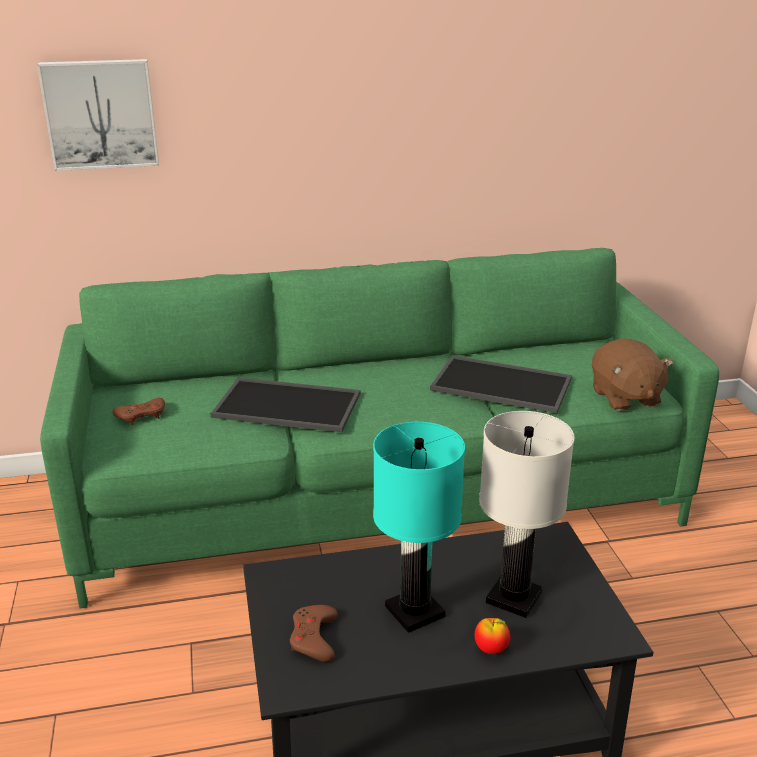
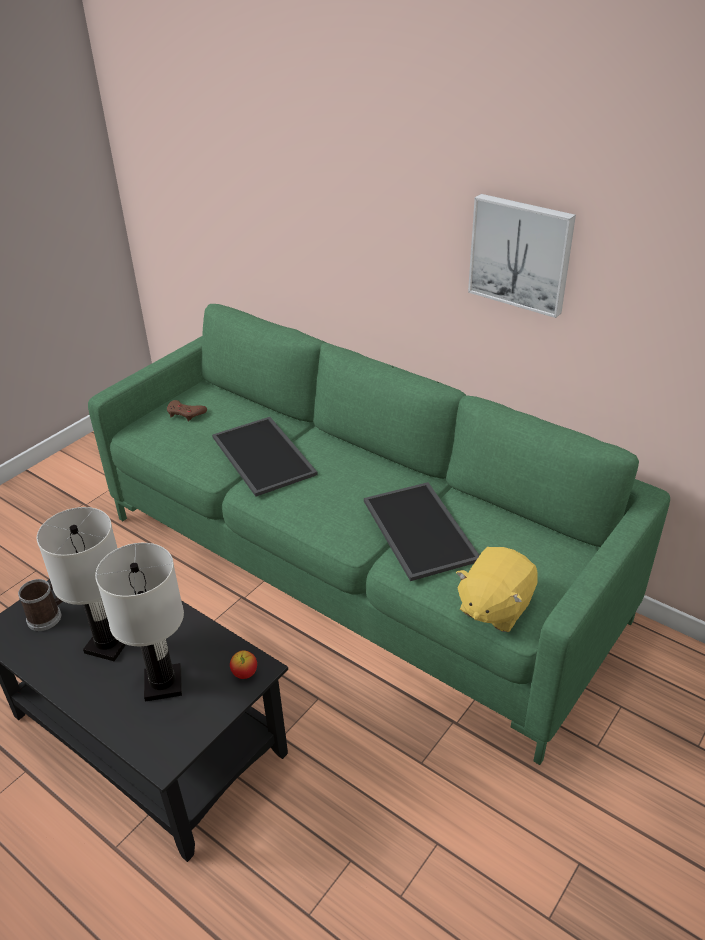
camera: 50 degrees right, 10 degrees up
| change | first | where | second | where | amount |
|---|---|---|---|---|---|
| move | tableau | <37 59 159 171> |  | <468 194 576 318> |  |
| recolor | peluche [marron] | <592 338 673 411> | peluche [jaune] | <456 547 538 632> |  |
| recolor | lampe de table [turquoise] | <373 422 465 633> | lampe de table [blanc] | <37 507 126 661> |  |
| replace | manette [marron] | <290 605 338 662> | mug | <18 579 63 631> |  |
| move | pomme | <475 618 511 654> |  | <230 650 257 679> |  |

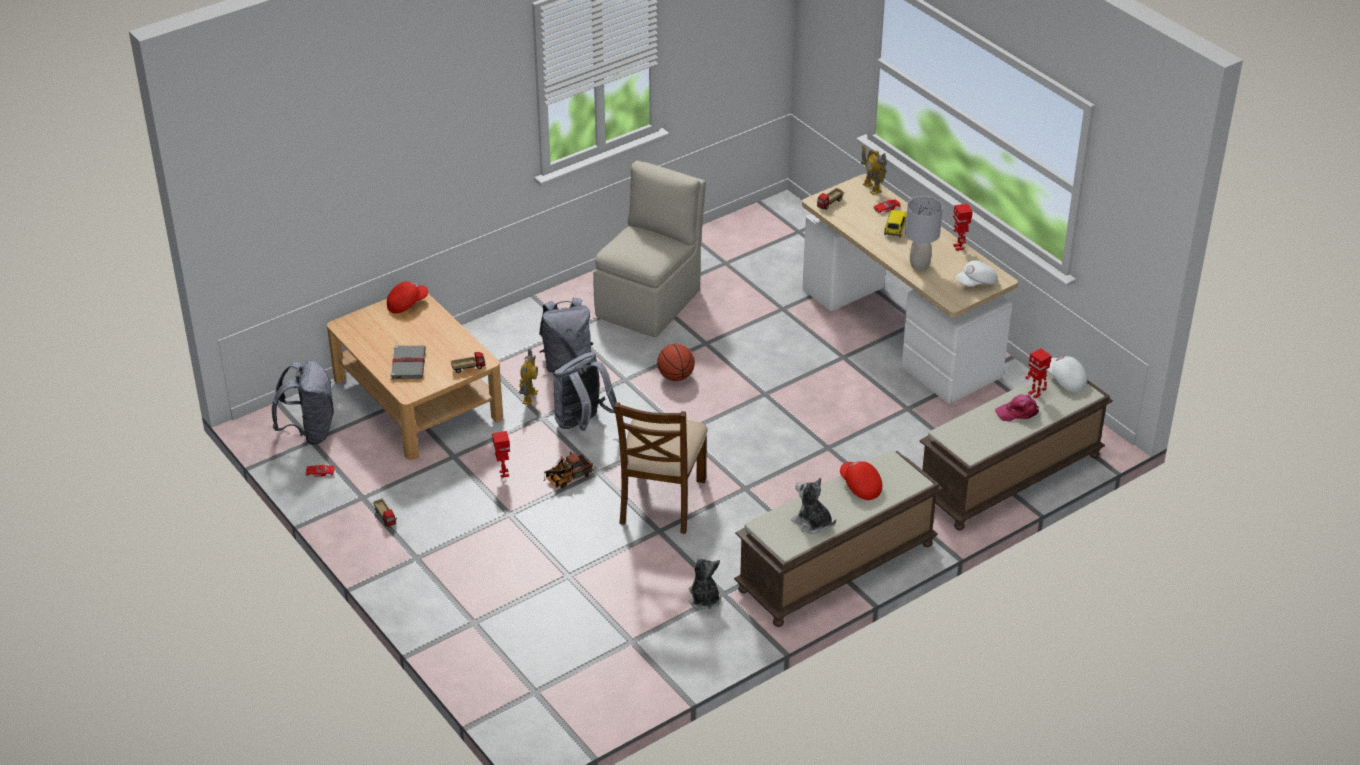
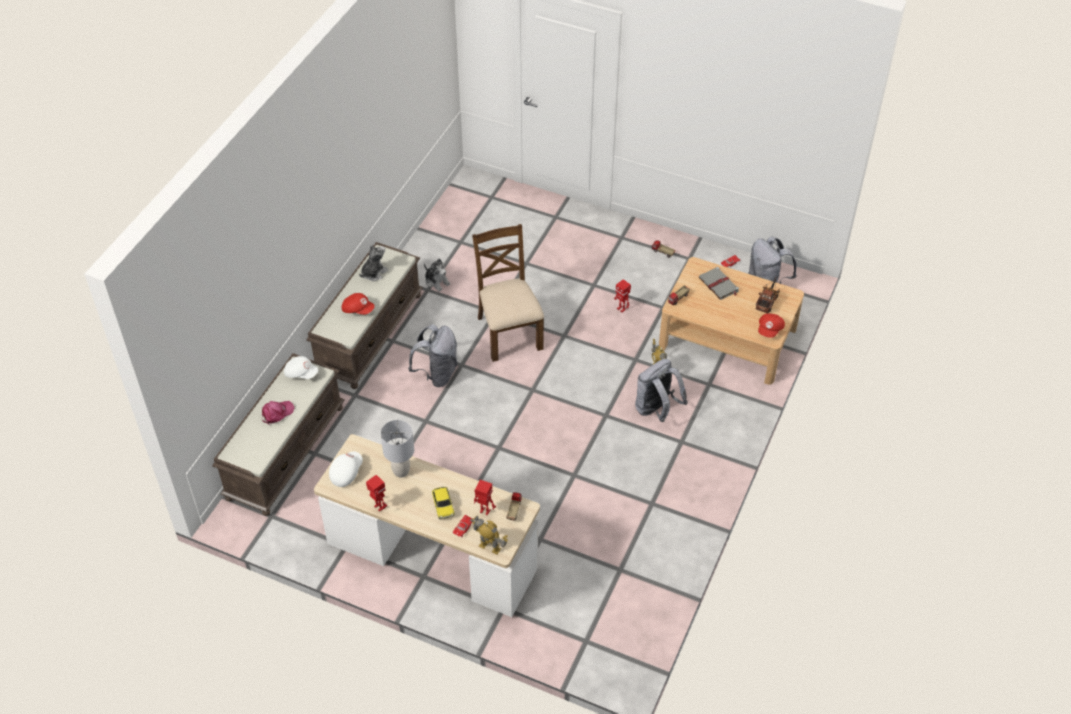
camera: 150 degrees right, 10 degrees up
| change | first | where | second | where | amount |
|---|---|---|---|---|---|
| delete | chaise [beige] | <594 161 706 337> |  |  |  |
| delete | ballon de basket | <657 344 695 381> |  |  |  |
| move | robot jouet | <1025 348 1051 399> |  | <474 480 496 515> |  |
| move | sac à dos [gris] | <553 352 617 431> |  | <408 324 458 387> |  |
| move | casquette [blanc] | <1047 356 1087 392> |  | <284 356 318 379> |  |
| move | camion jouet | <544 452 593 488> |  | <756 278 780 313> |  |
| rotate | peluche | <791 478 836 534> |  | <359 244 388 281> | 60 degrees counterclockwise |

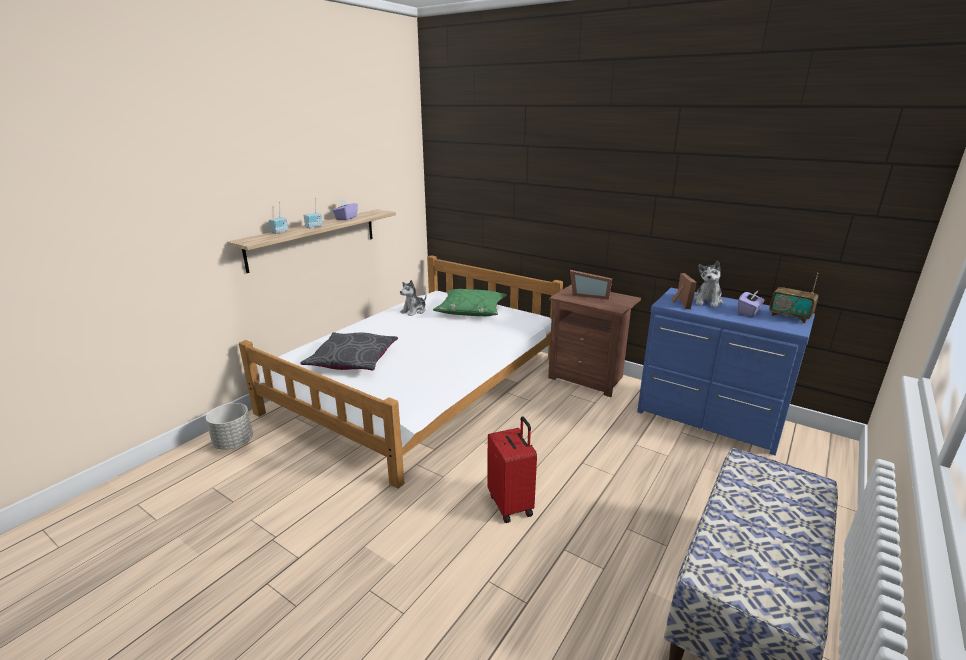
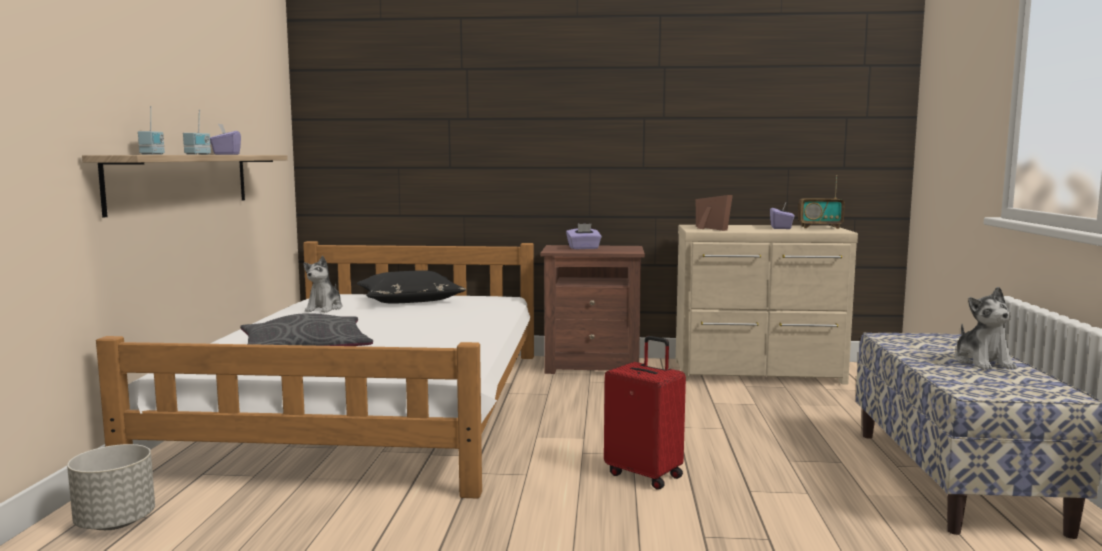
camera: 30 degrees left, 15 degrees down
| change | first | where | second | where | amount |
|---|---|---|---|---|---|
| move | peluche | <693 261 723 308> |  | <955 287 1017 370> |  |
| replace | cadre photo | <570 270 612 300> | boîte à mouchoirs [violet] | <566 224 602 249> |  |
| recolor | commode [bleu] | <637 288 815 456> | commode [beige] | <676 225 858 384> |  |
| recolor | coussin [vert] | <433 289 506 316> | coussin [noir] | <357 270 466 304> |  |

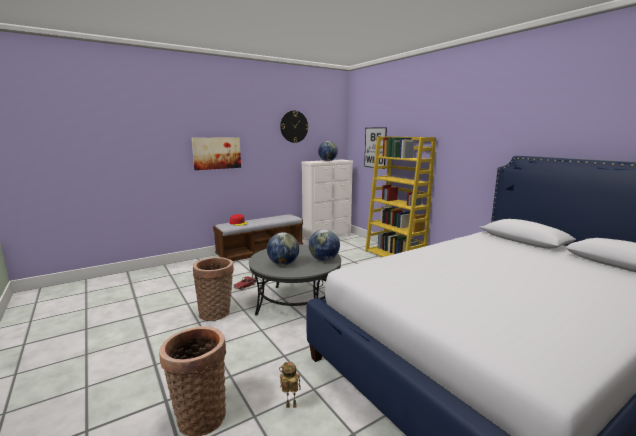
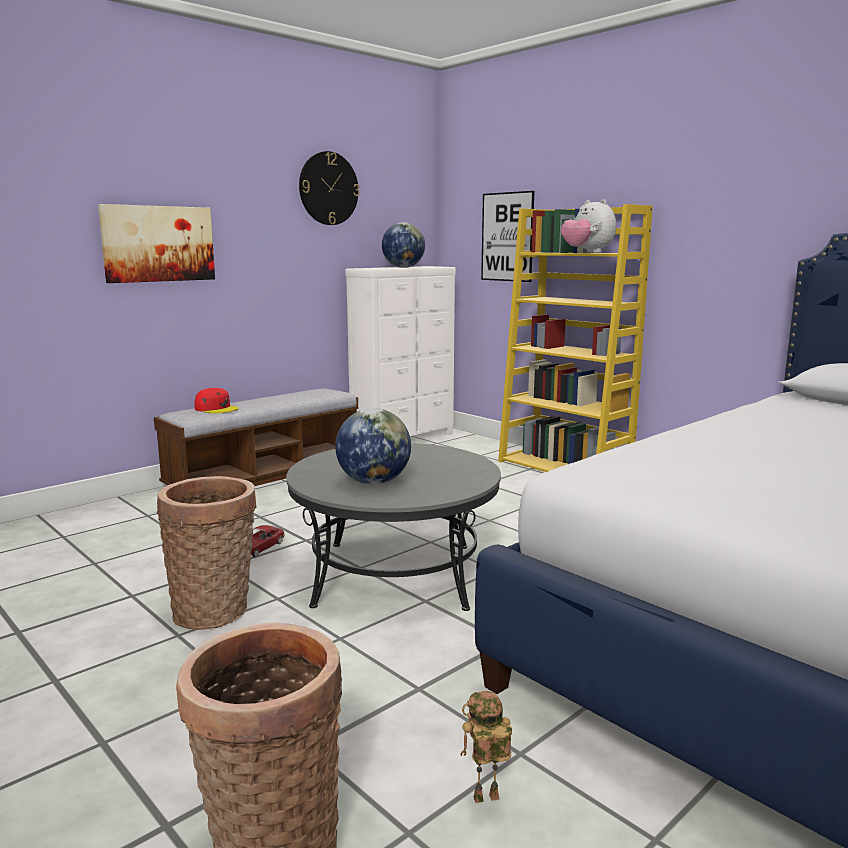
camera: 10 degrees left, 0 degrees up
| change | first | where | second | where | amount |
|---|---|---|---|---|---|
| delete | globe | <309 229 340 261> |  |  |  |
| insert |  |  | peluche | <561 199 616 253> |  |

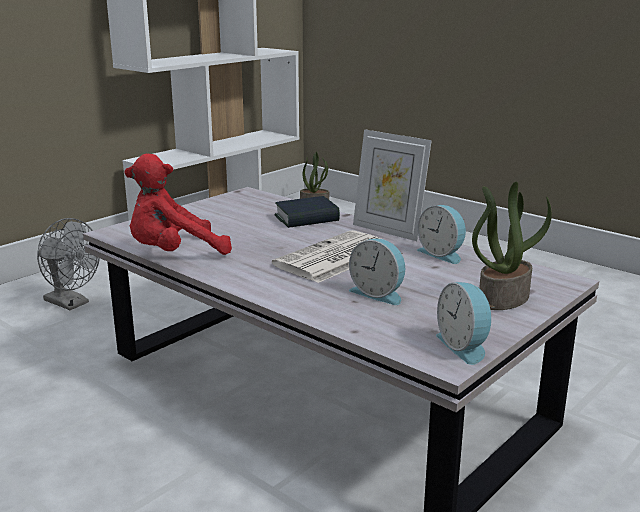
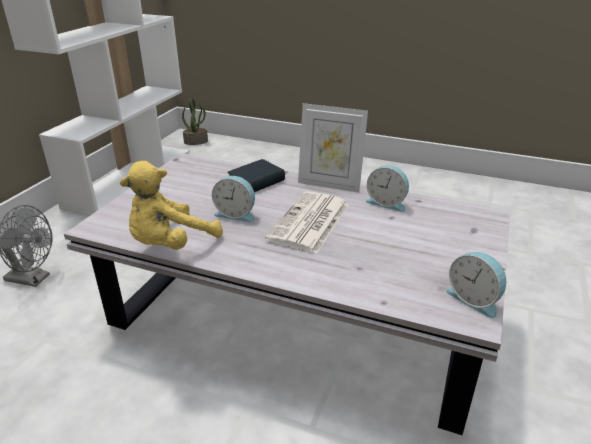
camera: 20 degrees left, 10 degrees up
| change | first | where | second | where | amount |
|---|---|---|---|---|---|
| recolor | peluche [rouge] | <124 154 232 255> | peluche [jaune] | <120 161 223 250> |  |
| delete | plante en pot | <472 182 552 310> |  |  |  |
| move | réveil | <349 238 405 305> |  | <212 176 255 222> |  |

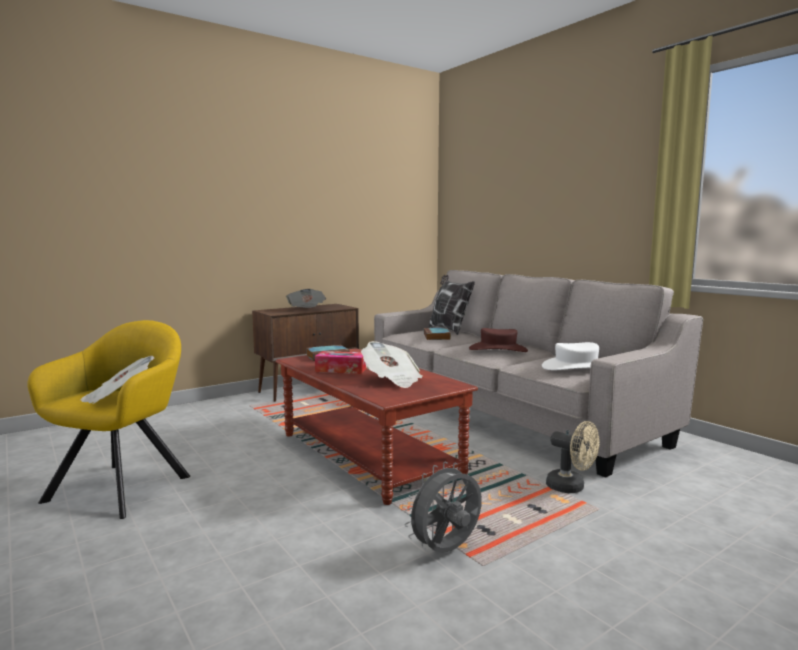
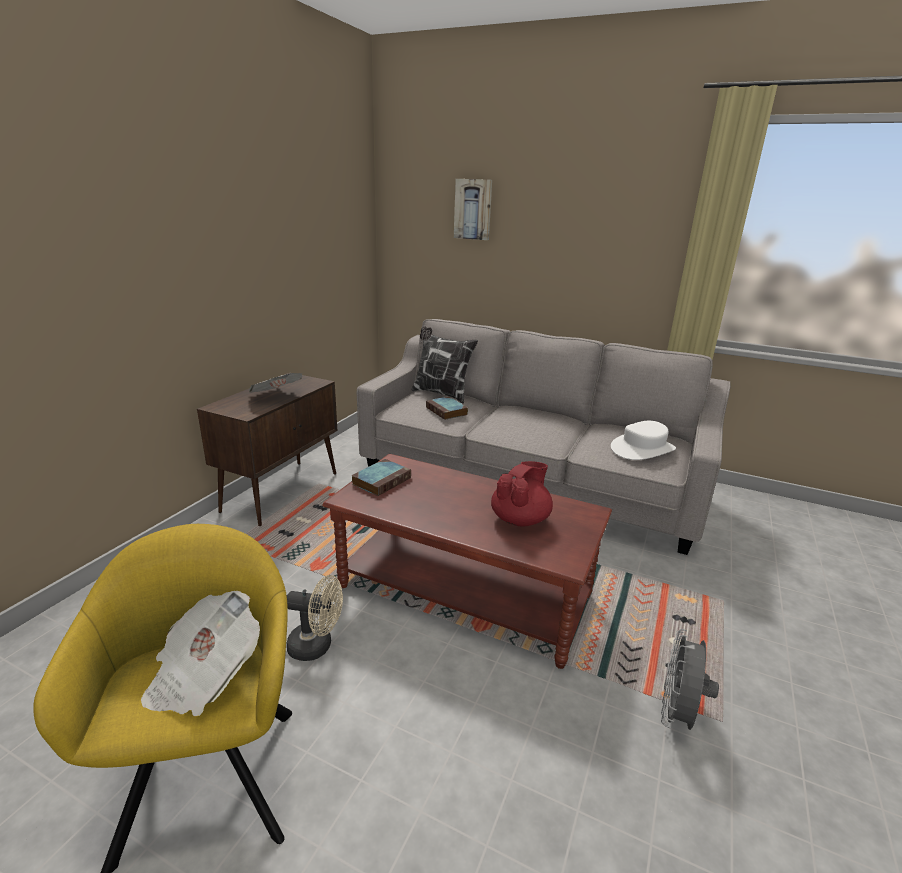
camera: 30 degrees left, 15 degrees up
| change | first | where | second | where | amount |
|---|---|---|---|---|---|
| delete | chapeau [marron] | <469 328 528 352> |  |  |  |
| replace | journal | <361 341 423 388> | théière [rouge] | <491 461 553 526> |  |
| delete | boîte à mouchoirs | <315 351 367 374> |  |  |  |
| move | ventilateur [beige] | <546 421 600 493> |  | <286 575 343 661> |  |
| insert |  |  | tableau | <454 179 492 240> |  |

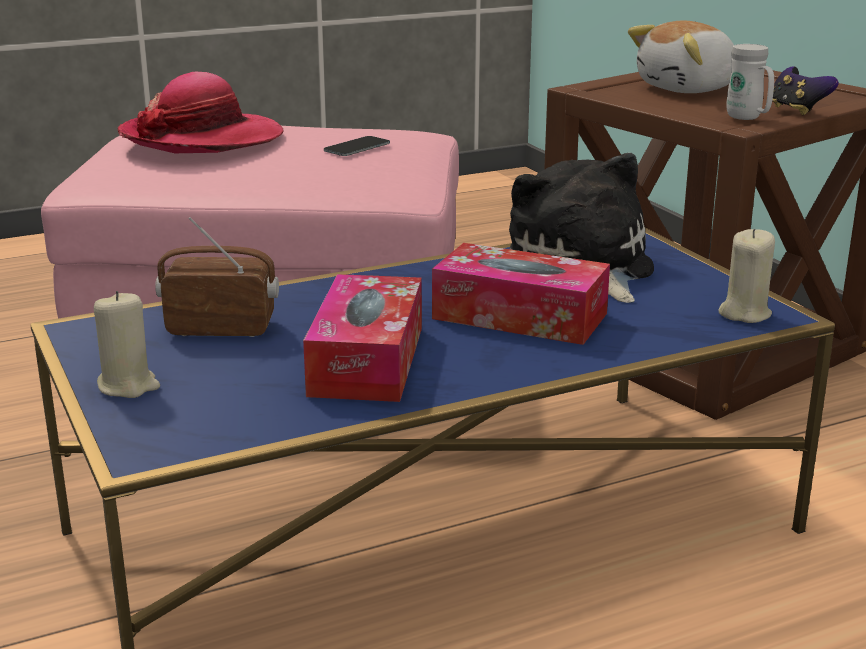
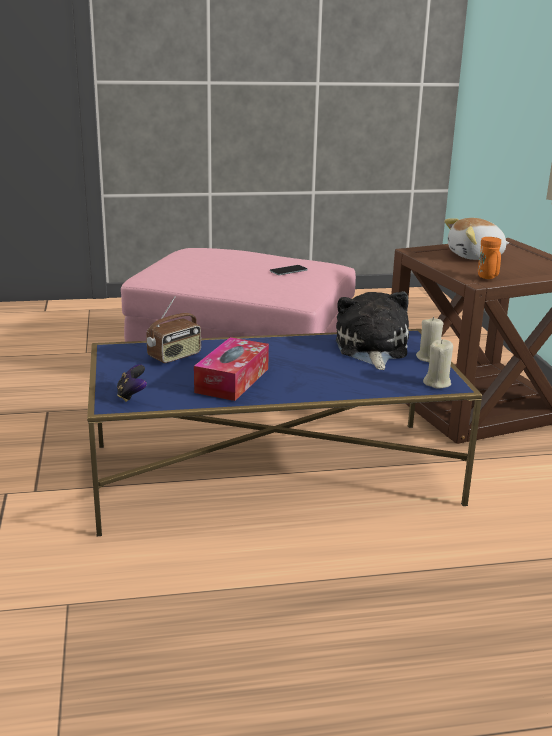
camera: 15 degrees right, 0 degrees up
| change | first | where | second | where | amount |
|---|---|---|---|---|---|
| recolor | mug [blanc] | <726 44 774 120> | mug [orange] | <478 237 501 279> |  |
| move | manette | <772 67 839 115> |  | <117 364 147 402> |  |
| delete | chapeau | <117 72 284 153> |  |  |  |
| rotate | radio | <155 217 279 337> |  | <146 296 201 363> | 120 degrees clockwise |
| delete | boîte à mouchoirs | <432 243 610 345> |  |  |  |
| move | bougie [beige] | <94 291 160 398> |  | <416 317 443 362> |  |

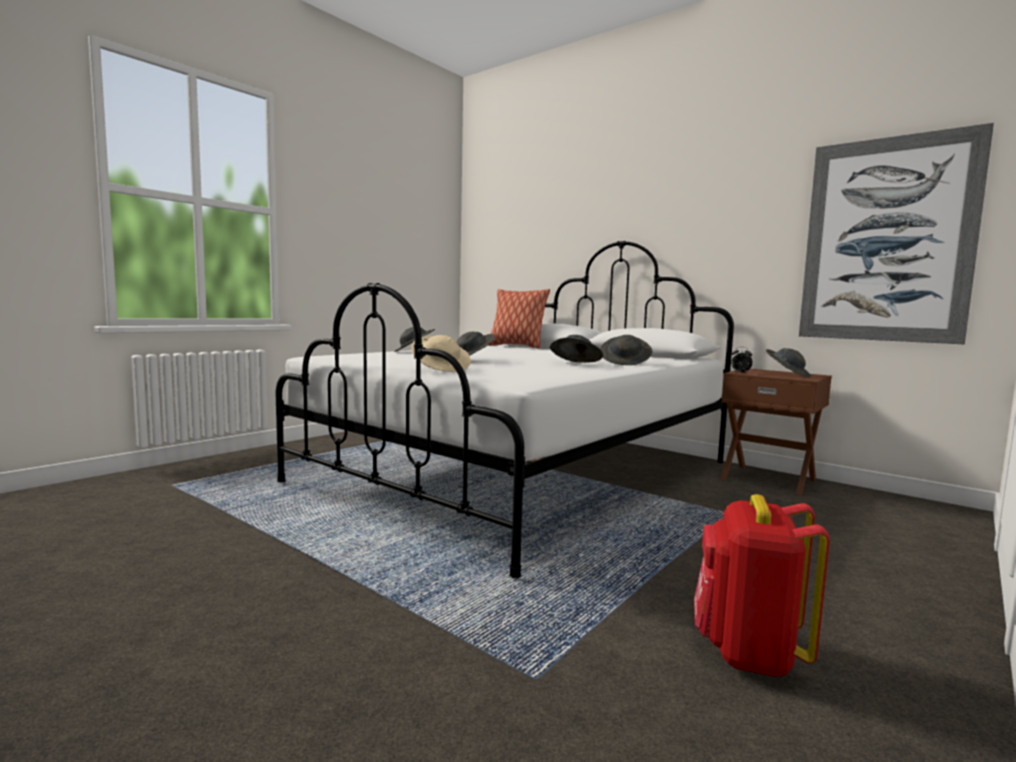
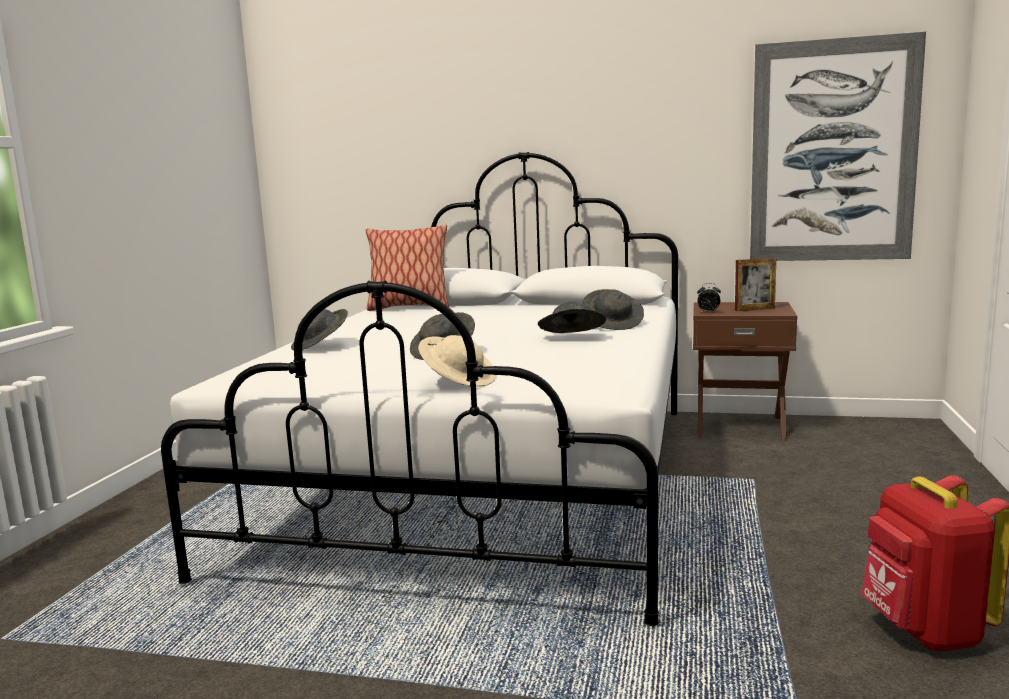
camera: 25 degrees left, 5 degrees up
| change | first | where | second | where | amount |
|---|---|---|---|---|---|
| replace | chapeau [gris] | <766 348 811 377> | cadre photo | <735 258 776 311> |  |

